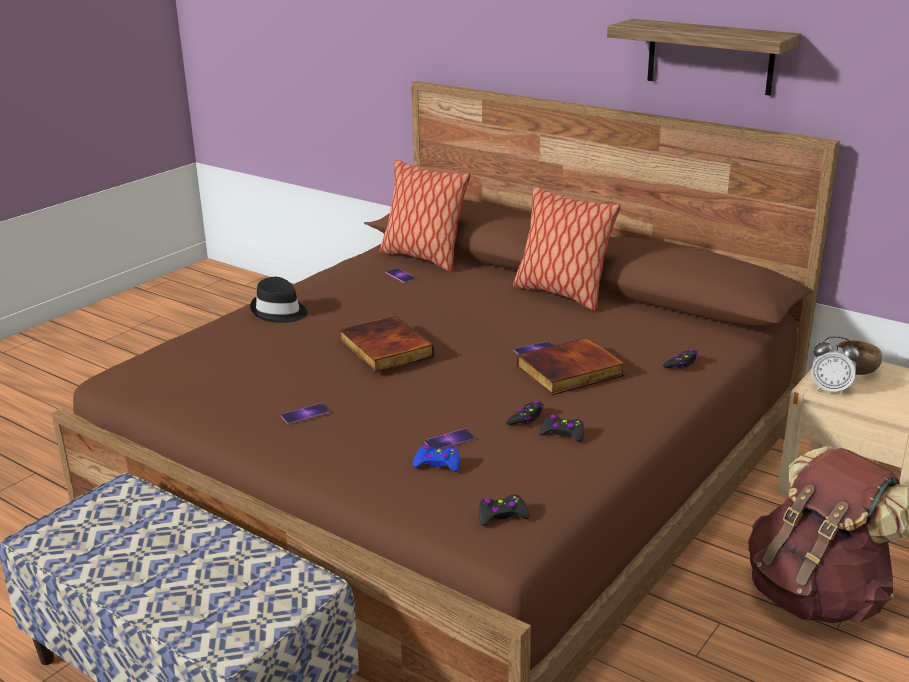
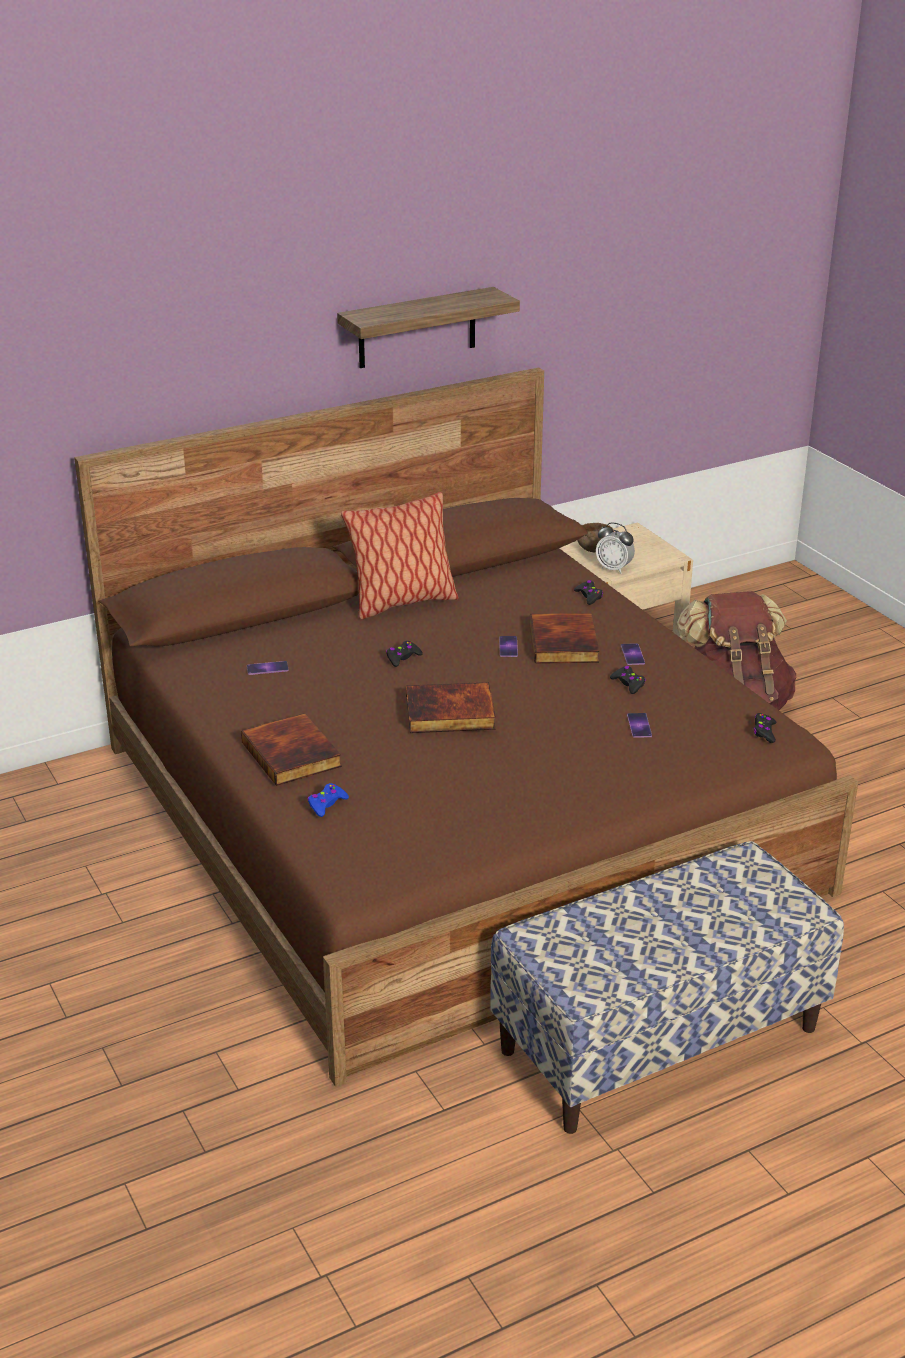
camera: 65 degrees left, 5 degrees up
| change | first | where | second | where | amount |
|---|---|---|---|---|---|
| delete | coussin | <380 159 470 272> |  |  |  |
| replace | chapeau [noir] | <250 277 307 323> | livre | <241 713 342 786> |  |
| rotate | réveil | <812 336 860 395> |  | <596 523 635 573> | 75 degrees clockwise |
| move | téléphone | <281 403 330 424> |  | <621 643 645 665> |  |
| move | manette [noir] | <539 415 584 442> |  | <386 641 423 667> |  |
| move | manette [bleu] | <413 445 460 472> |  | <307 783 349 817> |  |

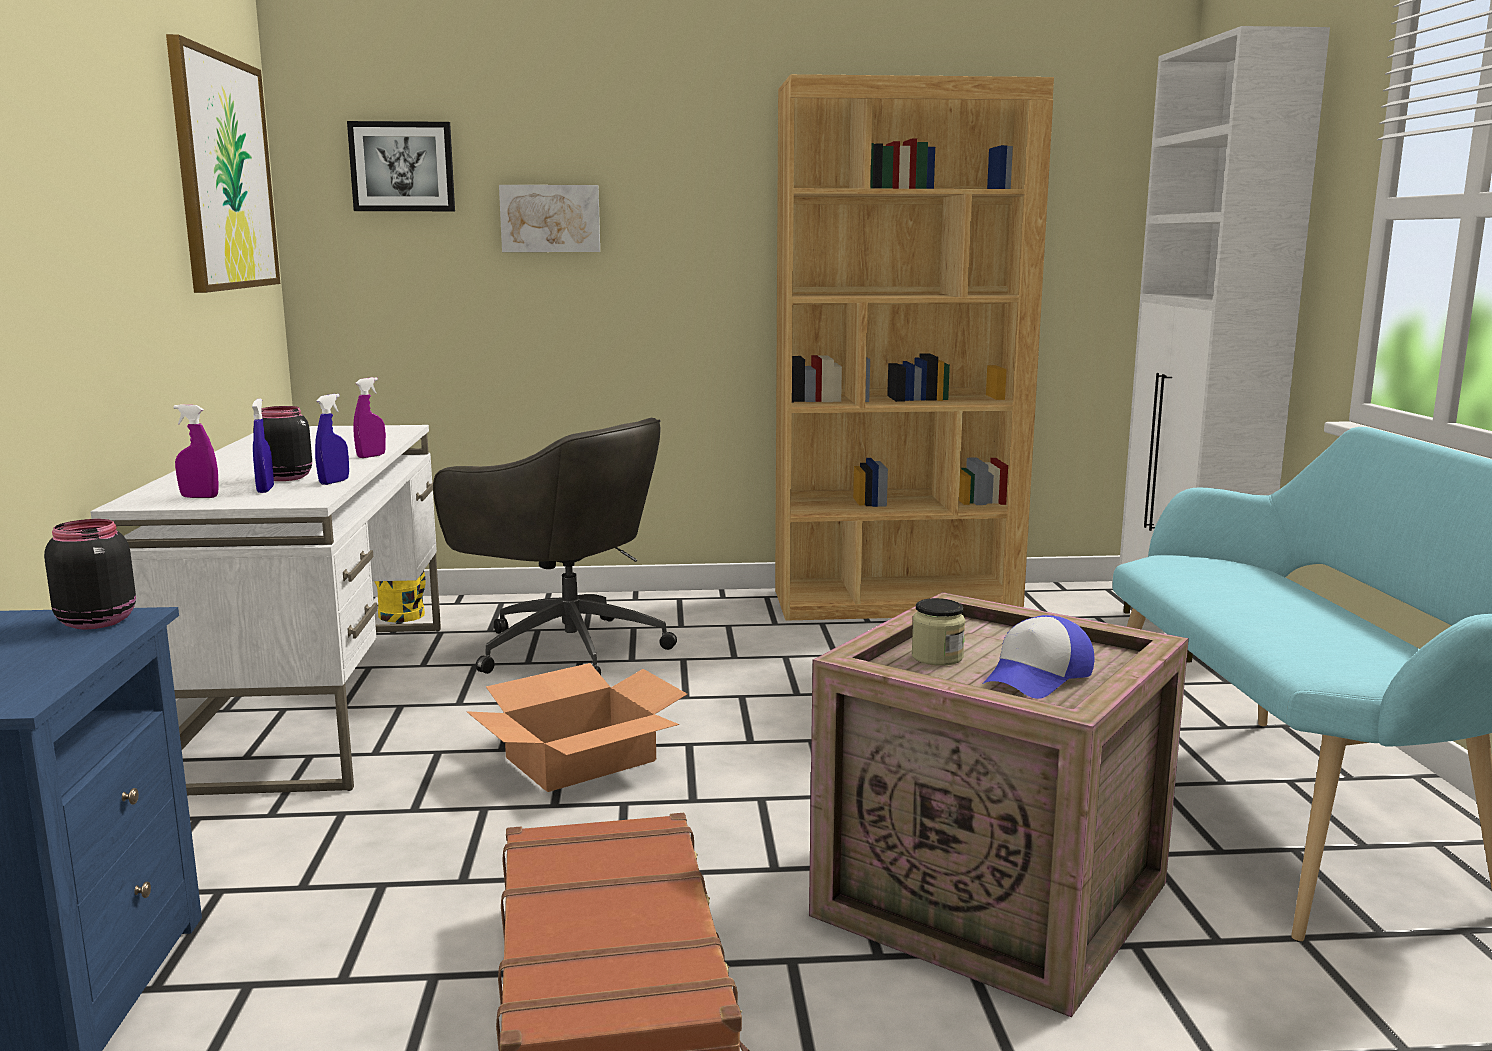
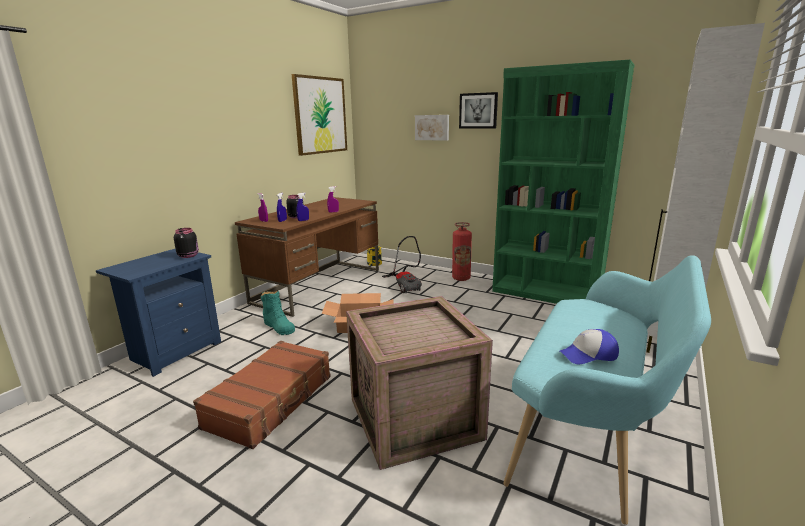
camera: 35 degrees right, 5 degrees up
| change | first | where | second | where | amount |
|---|---|---|---|---|---|
| recolor | bibliothèque [marron] | <775 74 1054 621> | bibliothèque [vert] | <492 60 634 304> |  |
| move | tableau | <347 121 455 211> |  | <459 92 498 129> |  |
| replace | chaise de bureau [gris] | <433 418 677 675> | aspirateur | <382 236 422 293> |  |
| recolor | bureau [blanc] | <90 425 441 795> | bureau [marron] | <235 197 379 317> |  |
| delete | bocal | <911 598 965 666> |  |  |  |
| move | casquette | <982 615 1095 699> |  | <560 329 619 364> |  |
| insert |  |  | extincteur | <452 222 472 281> |  |
| insert |  |  | botte [turquoise] | <261 290 295 335> |  |

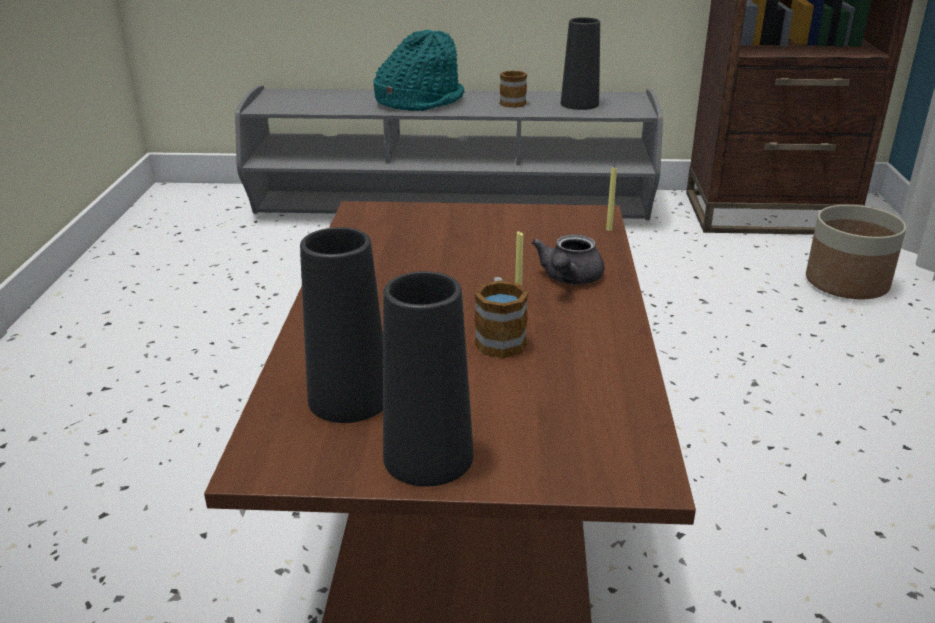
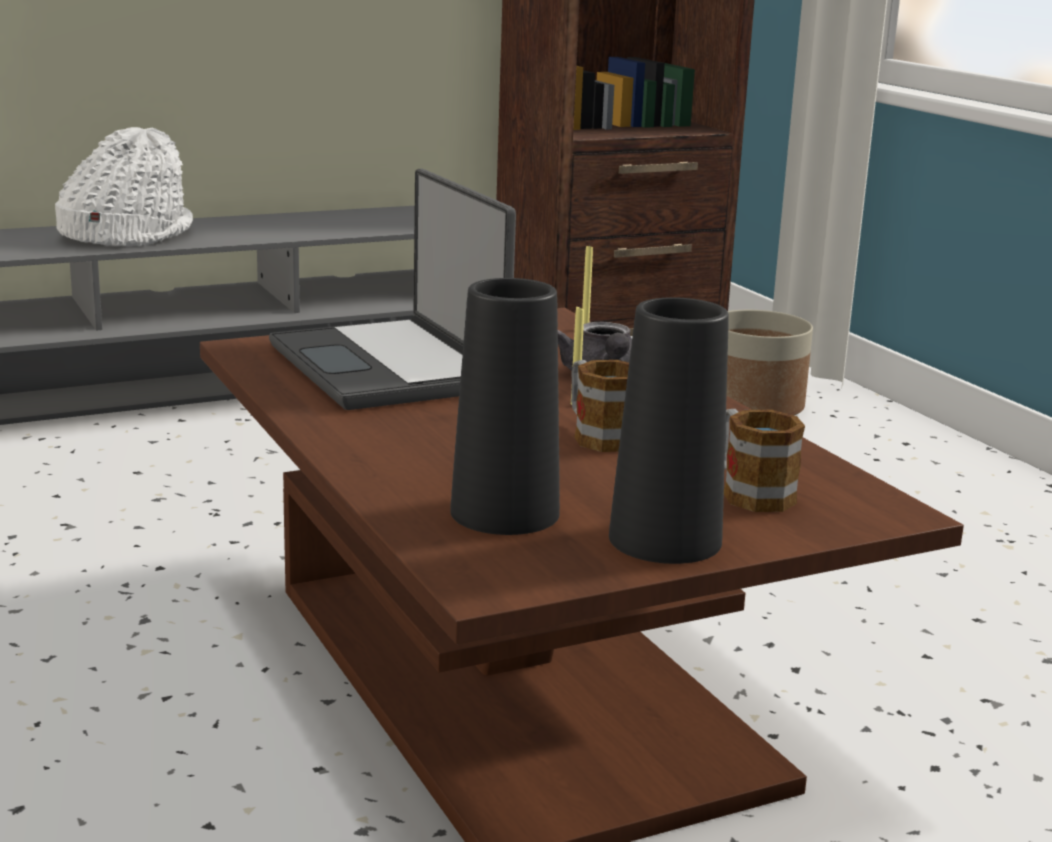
camera: 30 degrees left, 10 degrees down
| change | first | where | second | where | amount |
|---|---|---|---|---|---|
| delete | vase [noir] | <561 17 600 110> |  |  |  |
| recolor | chapeau [turquoise] | <374 30 464 111> | chapeau [blanc] | <55 127 193 246> |  |
| move | mug | <500 71 527 108> |  | <724 409 805 512> |  |
| insert |  |  | ordinateur portable | <269 169 516 410> |  |

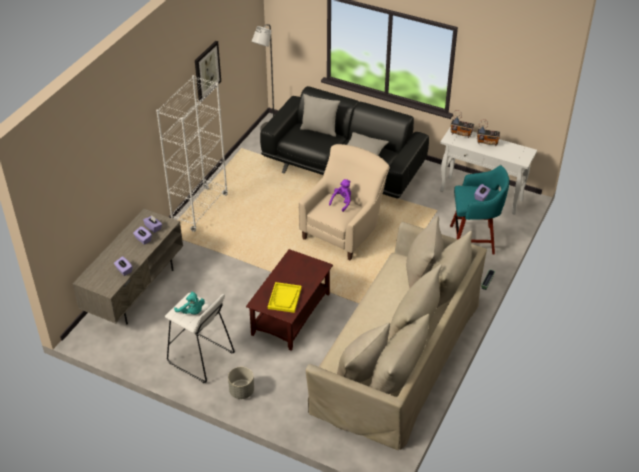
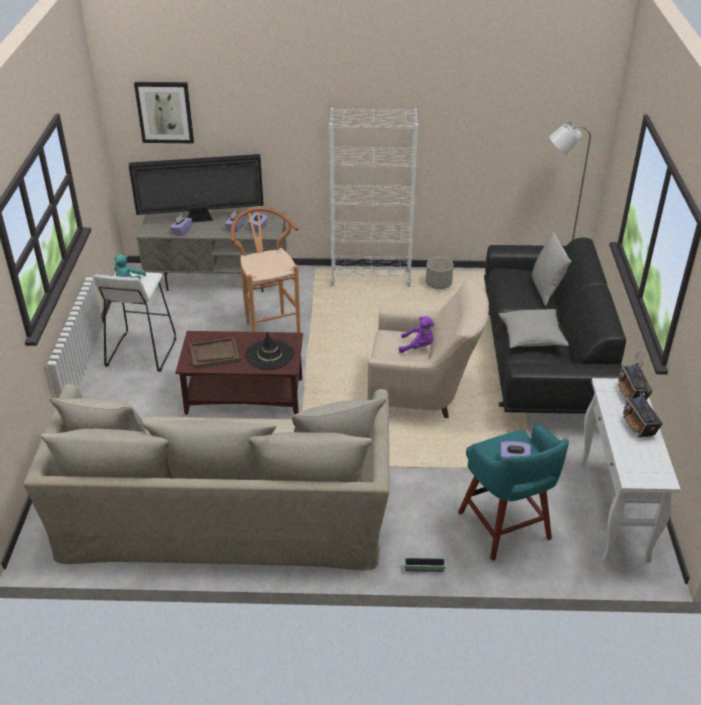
camera: 65 degrees right, 5 degrees down
| change | first | where | second | where | amount |
|---|---|---|---|---|---|
| move | tableau | <195 41 221 102> |  | <134 82 194 143> |  |
| recolor | plateau [jaune] | <268 282 302 313> | plateau [marron] | <189 337 240 369> |  |
| move | cache-pot [gris] | <228 367 254 399> |  | <426 257 454 289> |  |
| insert |  |  | téléviseur | <129 154 264 222> |  |
| insert |  |  | tabouret [marron] | <231 207 300 333> |  |
| insert |  |  | chapeau [noir] | <245 332 294 370> |  |

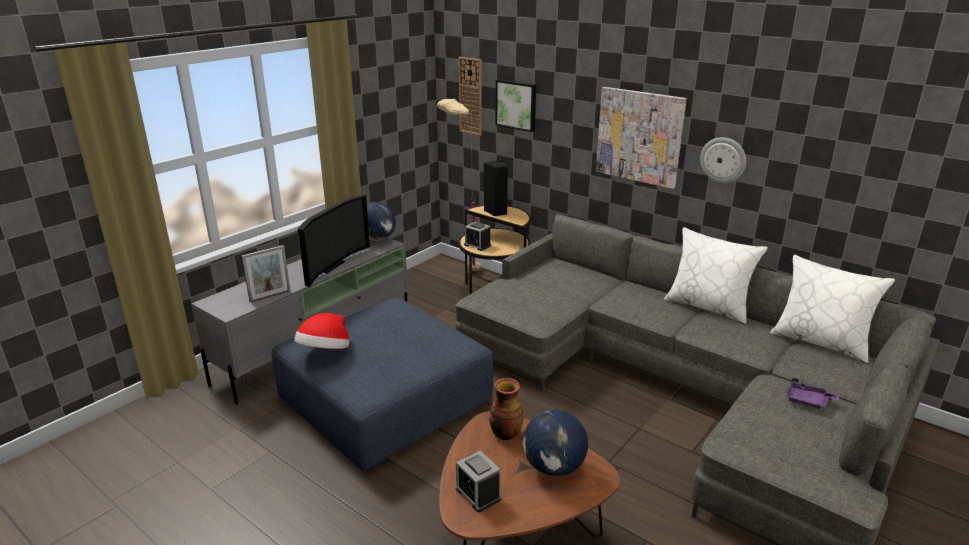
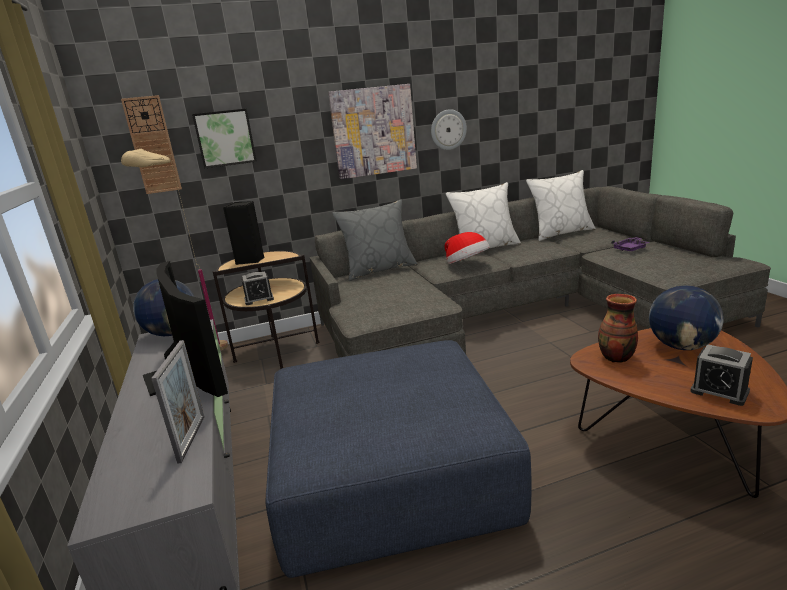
camera: 55 degrees left, 5 degrees down
| change | first | where | second | where | amount |
|---|---|---|---|---|---|
| move | chapeau | <294 313 349 349> |  | <445 232 490 264> |  |
| rotate | réveil | <456 451 501 512> |  | <690 344 753 406> | 45 degrees clockwise |
| insert |  |  | coussin [gris] | <332 199 418 281> |  |

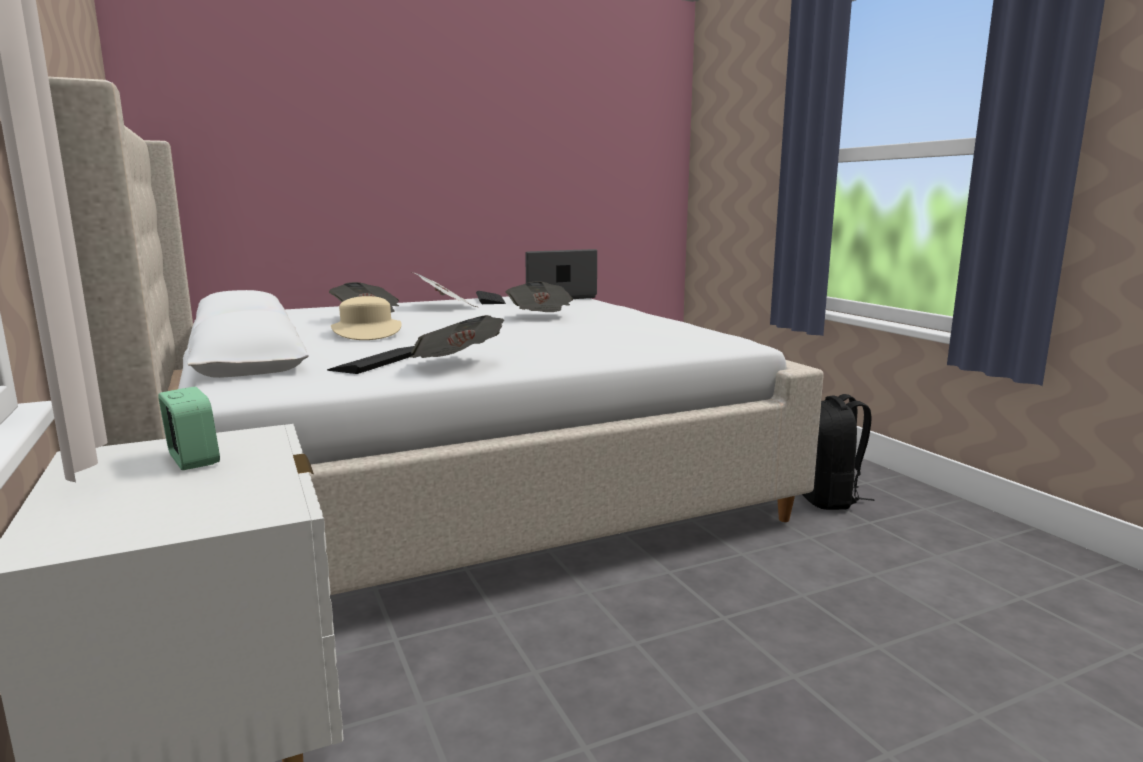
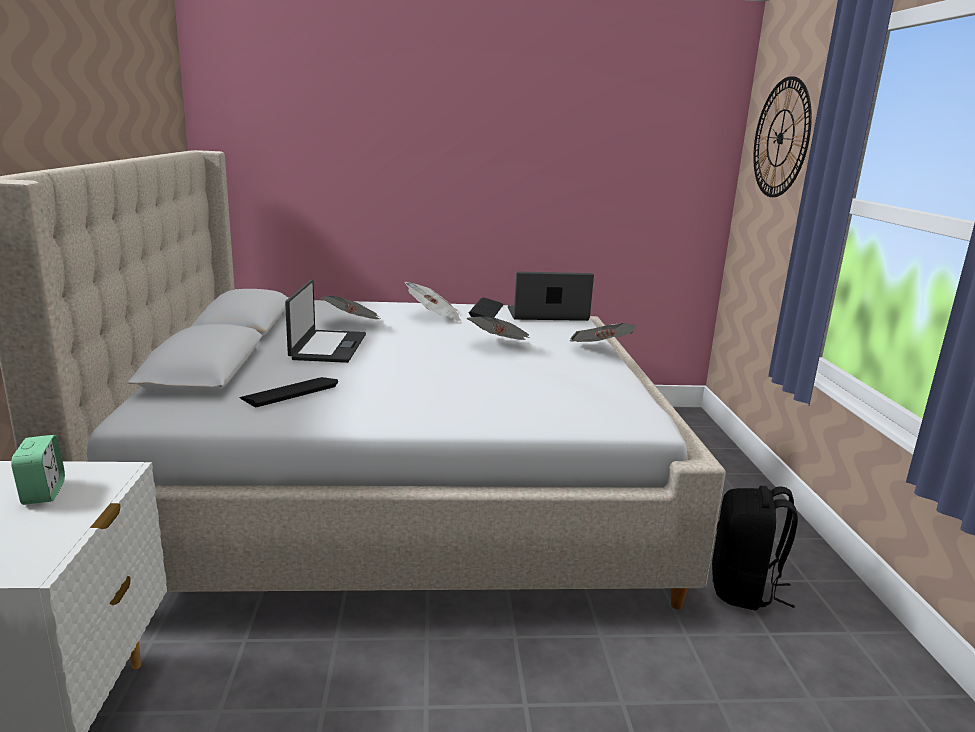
camera: 20 degrees right, 5 degrees up
| change | first | where | second | where | amount |
|---|---|---|---|---|---|
| replace | chapeau [beige] | <331 296 402 340> | ordinateur portable | <285 280 366 363> |  |
| move | journal | <411 315 504 358> |  | <570 323 636 342> |  |
| insert |  |  | horloge murale | <753 76 812 197> |  |

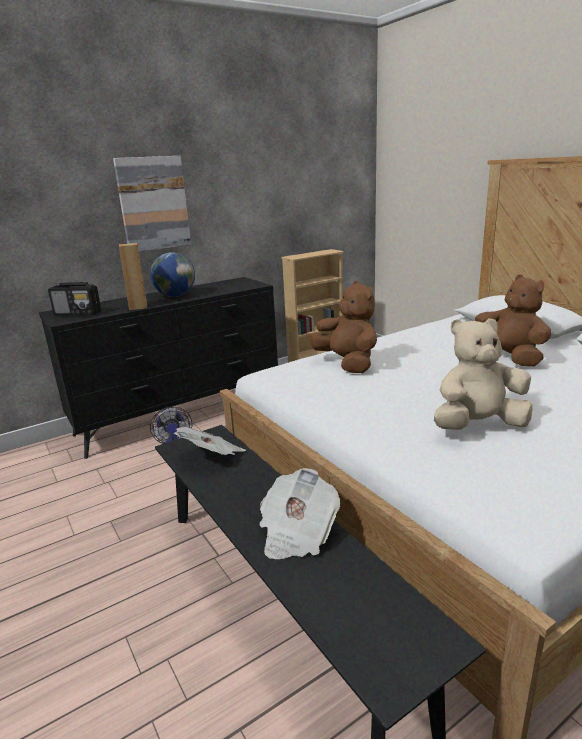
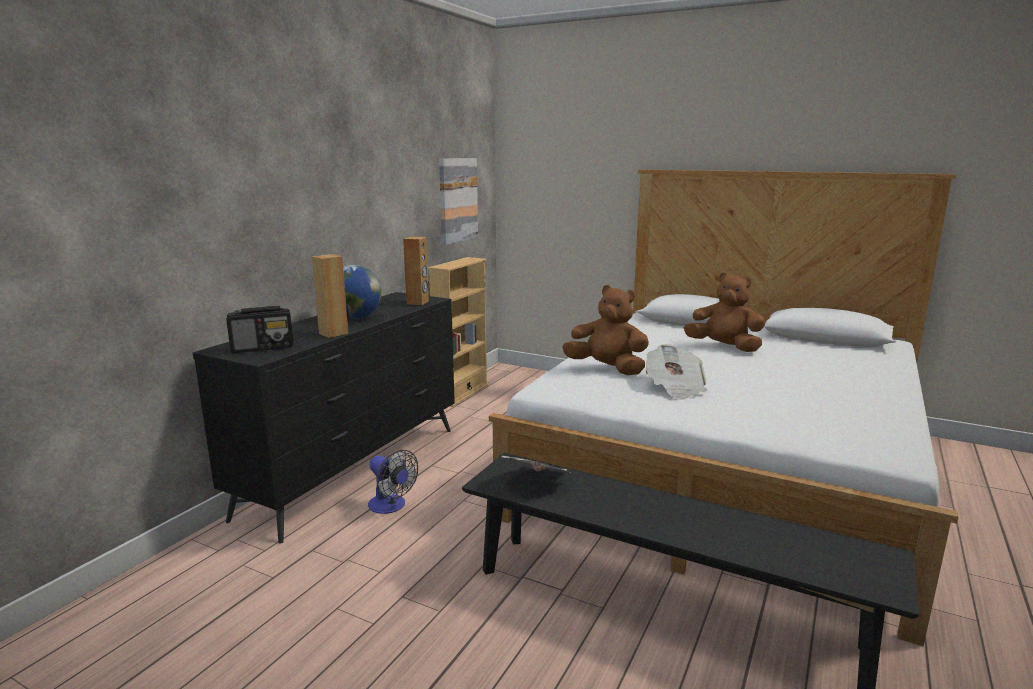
camera: 30 degrees left, 5 degrees down
| change | first | where | second | where | amount |
|---|---|---|---|---|---|
| move | tableau | <113 156 191 252> |  | <439 158 478 245> |  |
| delete | peluche [beige] | <434 318 533 430> |  |  |  |
| move | journal | <259 468 340 559> |  | <646 344 707 400> |  |
| insert |  |  | enceinte [marron] | <403 237 429 305> |  |

